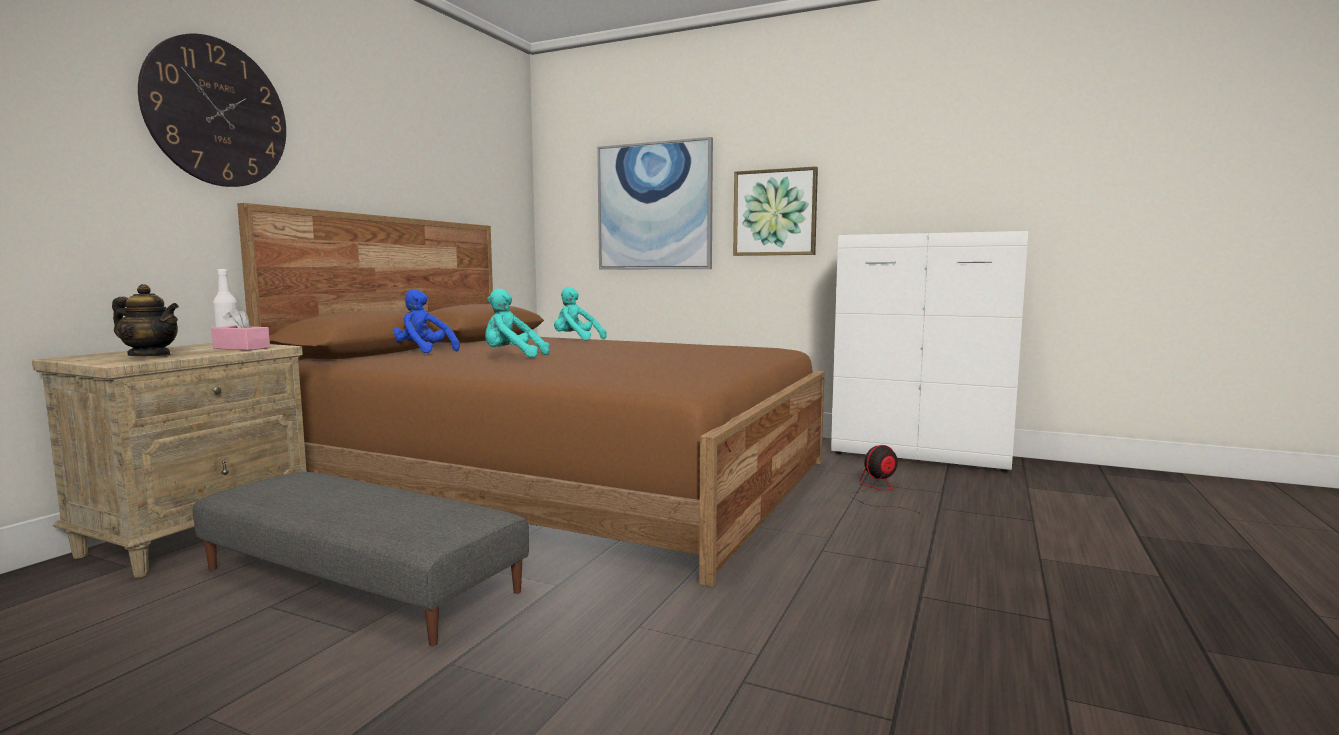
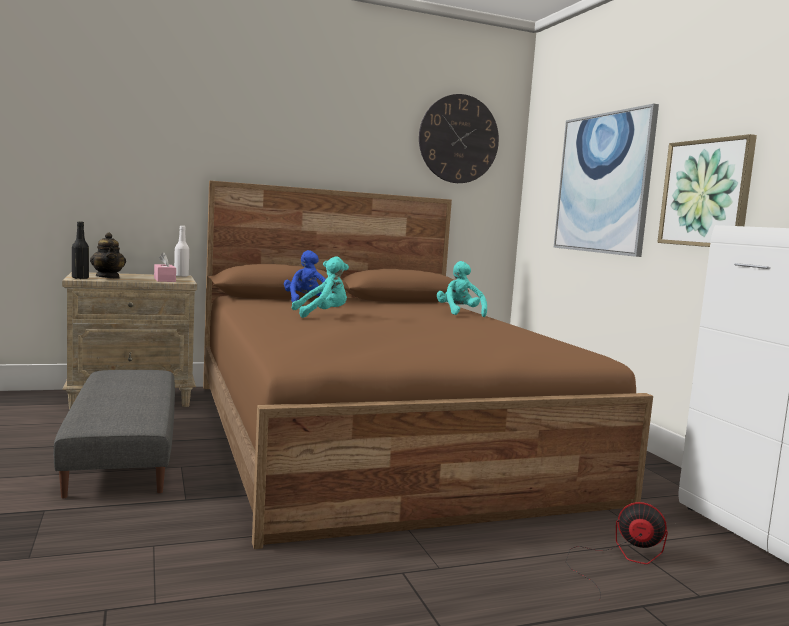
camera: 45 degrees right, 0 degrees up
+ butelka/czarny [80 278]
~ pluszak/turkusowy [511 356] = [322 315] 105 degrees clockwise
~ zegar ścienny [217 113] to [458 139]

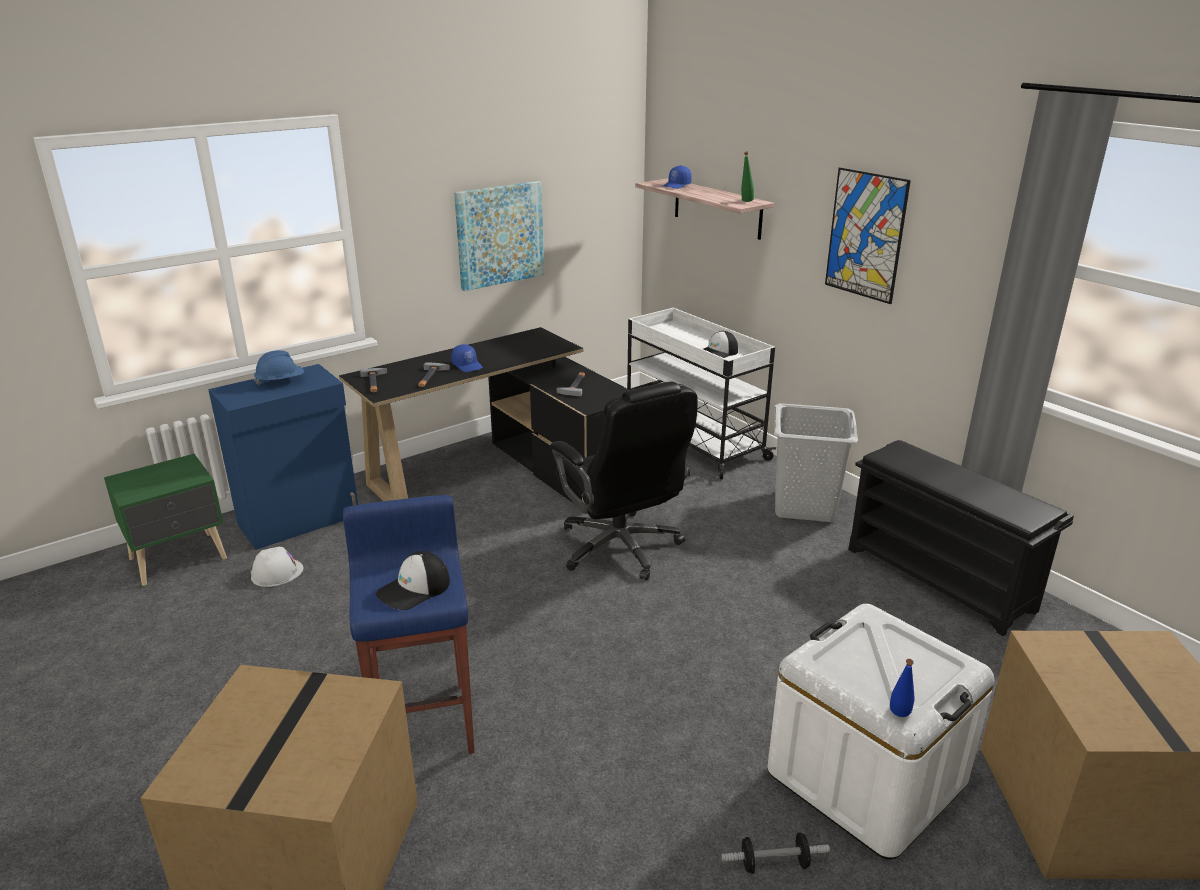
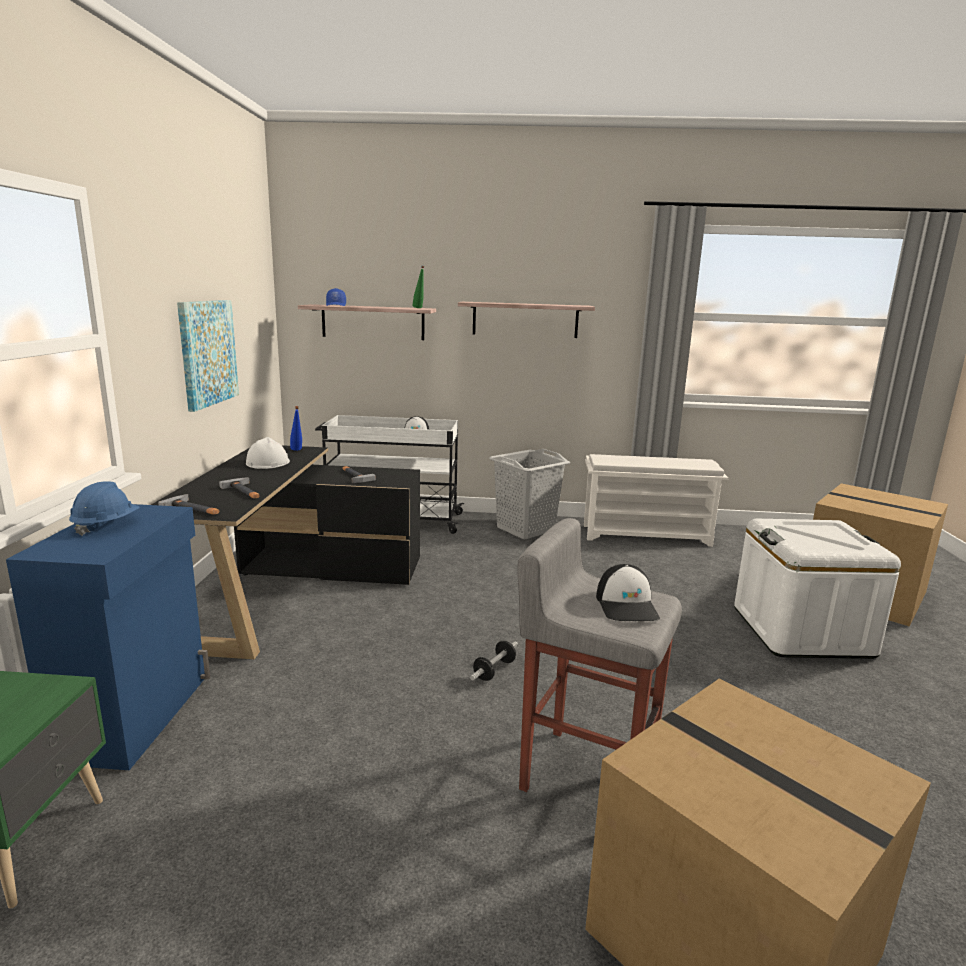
camera: 50 degrees left, 10 degrees down
~ kask/biały [277 572] to [267 462]
~ butelka/niebieski [898 718] to [297 451]
~ obraz [865 235] to półka [525 320]
~ hantel [774 864] to [494 670]
~ stołek/niebieski [425 722] to stołek/szary [586 774]
~ regał na buty/czarny [941 579] to regał na buty/biały [647 535]
- czapka z daszkiem/niebieski [468 365]
- krzesło biurowe/czarny [621 548]

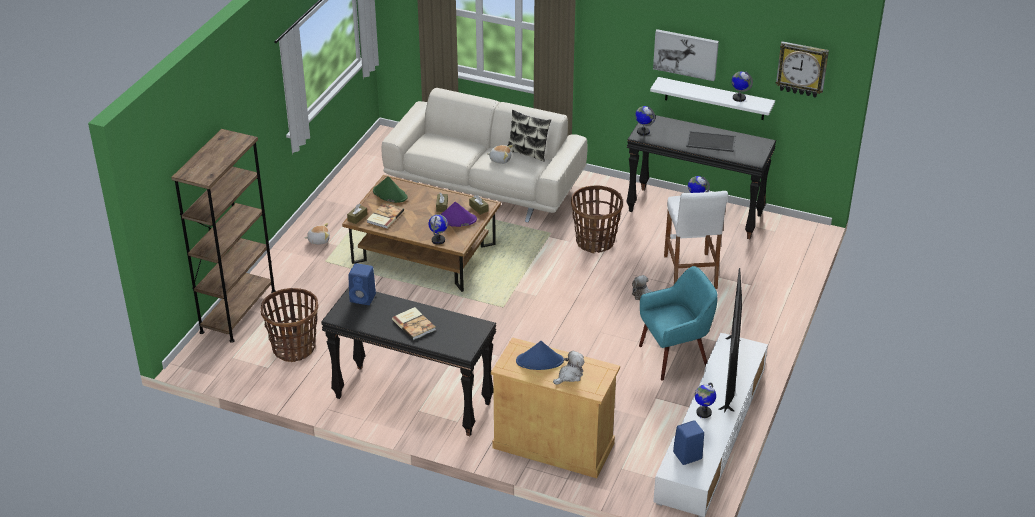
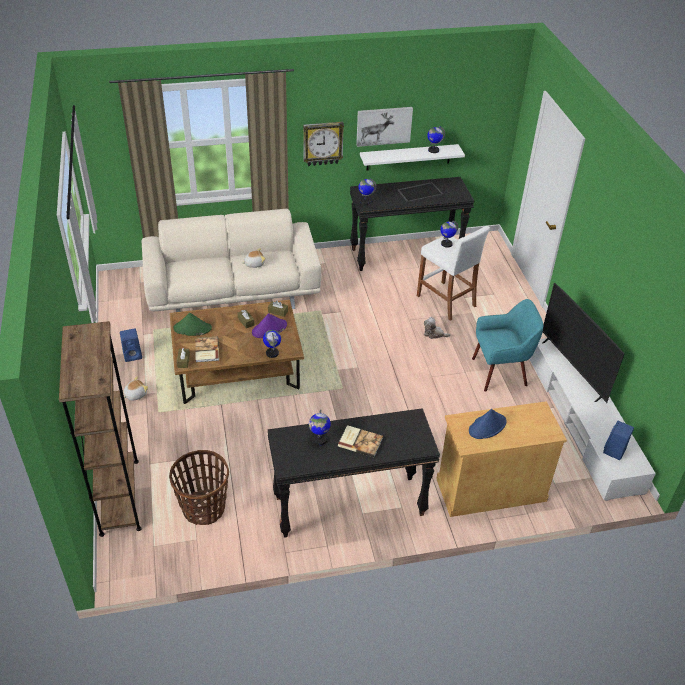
camera: 35 degrees left, 5 degrees up
~ głośnik/niebieski [363 298] to [133 355]
~ zegar ścienny [802 69] to [322 143]
~ globus [703 412] to [319 439]
~ fotel/turkusowy [674 356] = [500 372] 45 degrees clockwise
- poduszka [528 152]
- pluszak [569 375]
- koszyk [595 241]

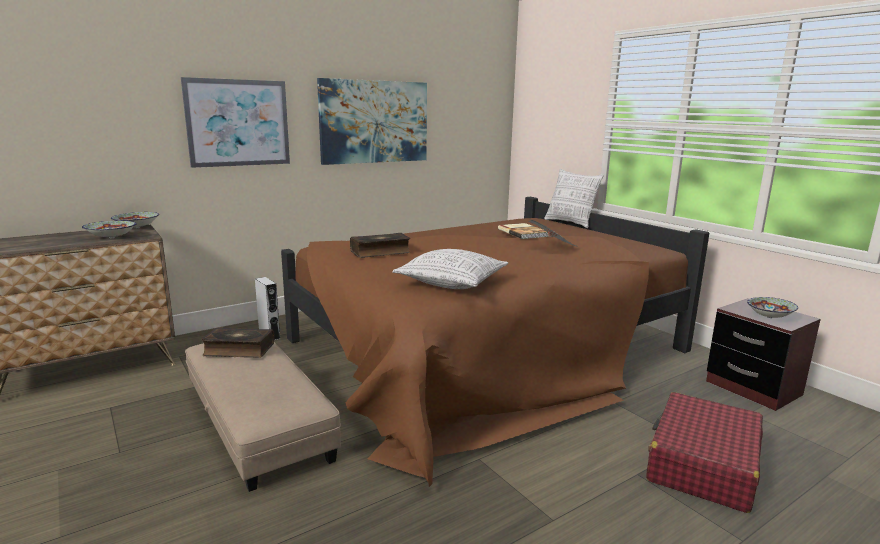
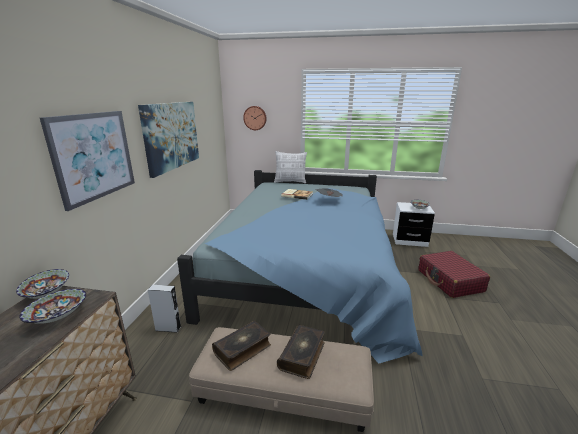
camera: 45 degrees left, 5 degrees up
~ łóżko/brązowy [486 351] to łóżko/niebieski [307 270]
+ zegar ścienny [255 118]
~ książka [380 252] to [303 355]
~ szafka nocna/brązowy [753 388] to szafka nocna/biały [409 240]
- poduszka [452 282]

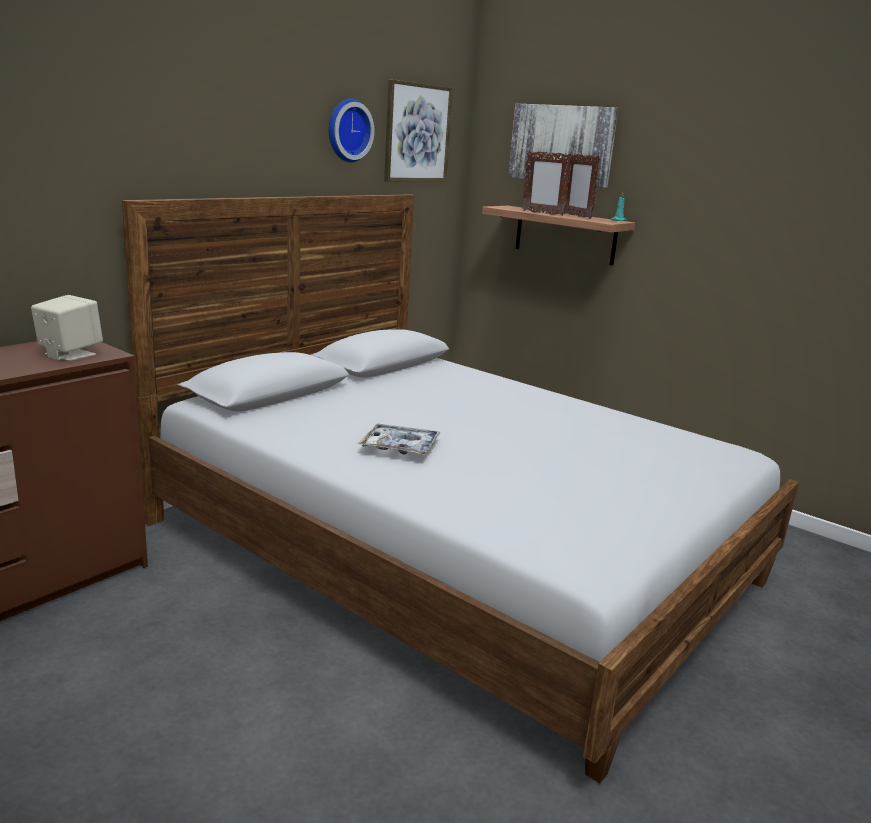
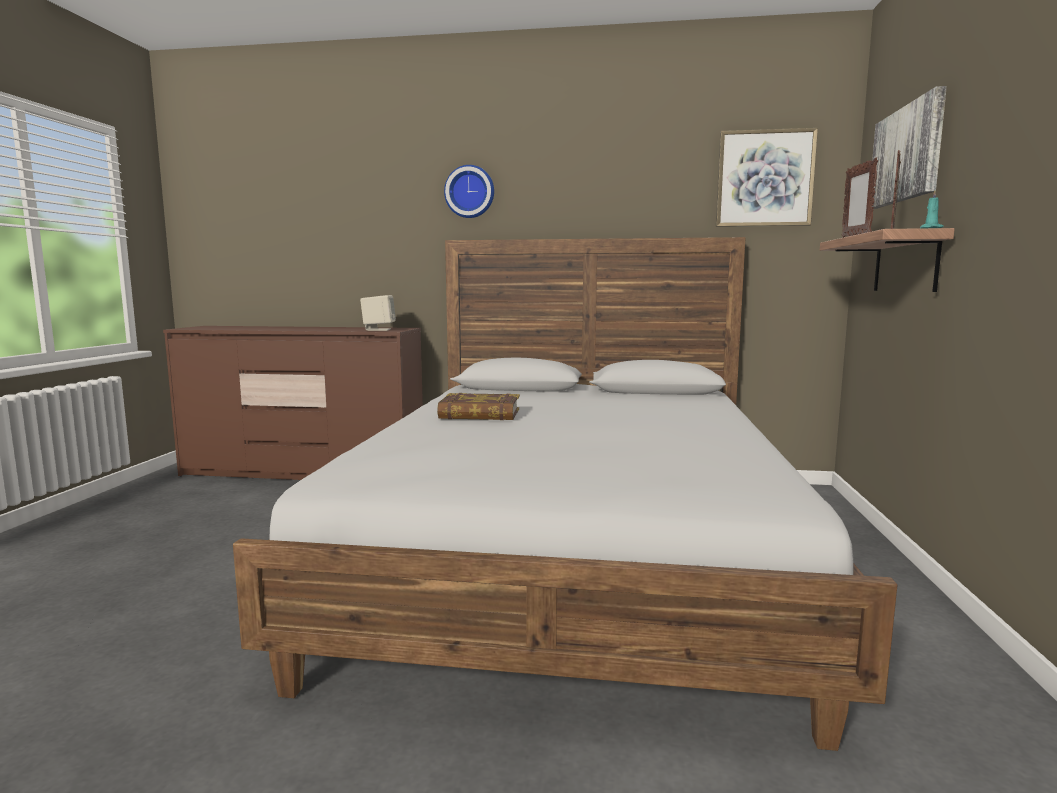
camera: 60 degrees right, 10 degrees down
~ taca [400 447] to książka [479 414]
~ zegar ścienny [347 130] to [470 192]

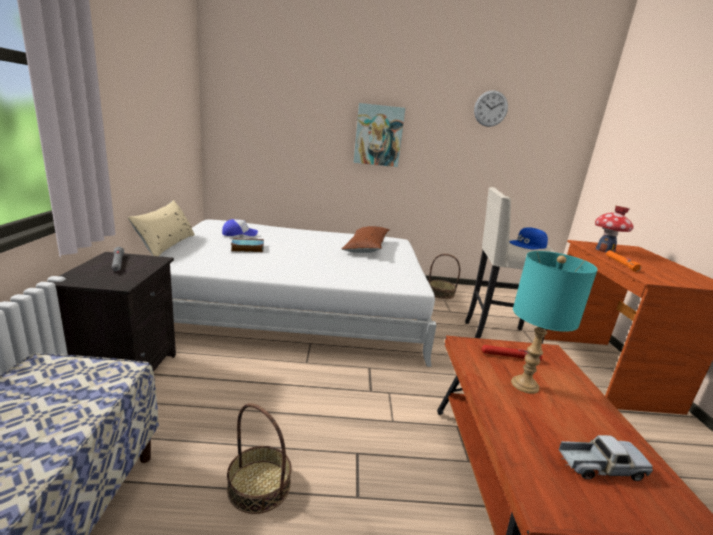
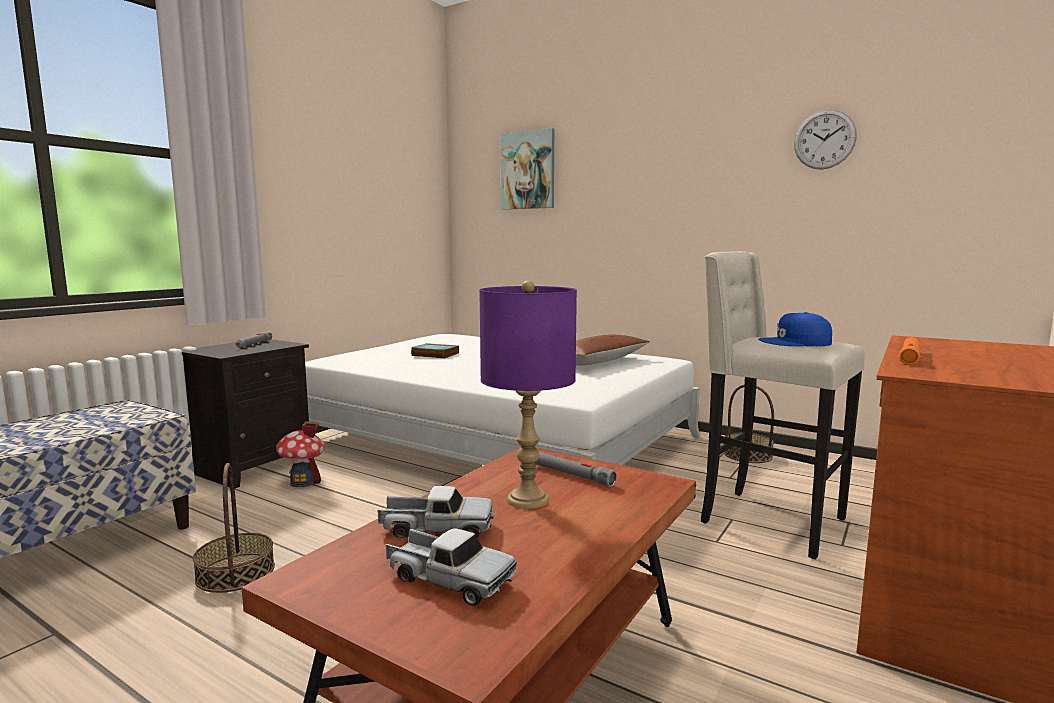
camera: 35 degrees right, 10 degrees down
~ domek [605 250] to [303 482]
+ ciężarówka zabawkowa [437 529]
~ lampa stołowa/turkusowy [525 384] to lampa stołowa/fioletowy [528 499]
~ obraz [378 135] to [528 170]
~ latarka/czerwony [510 357] to latarka/szary [572 475]
- poduszka/beżowy [166 245]
- czapka z daszkiem [239 234]

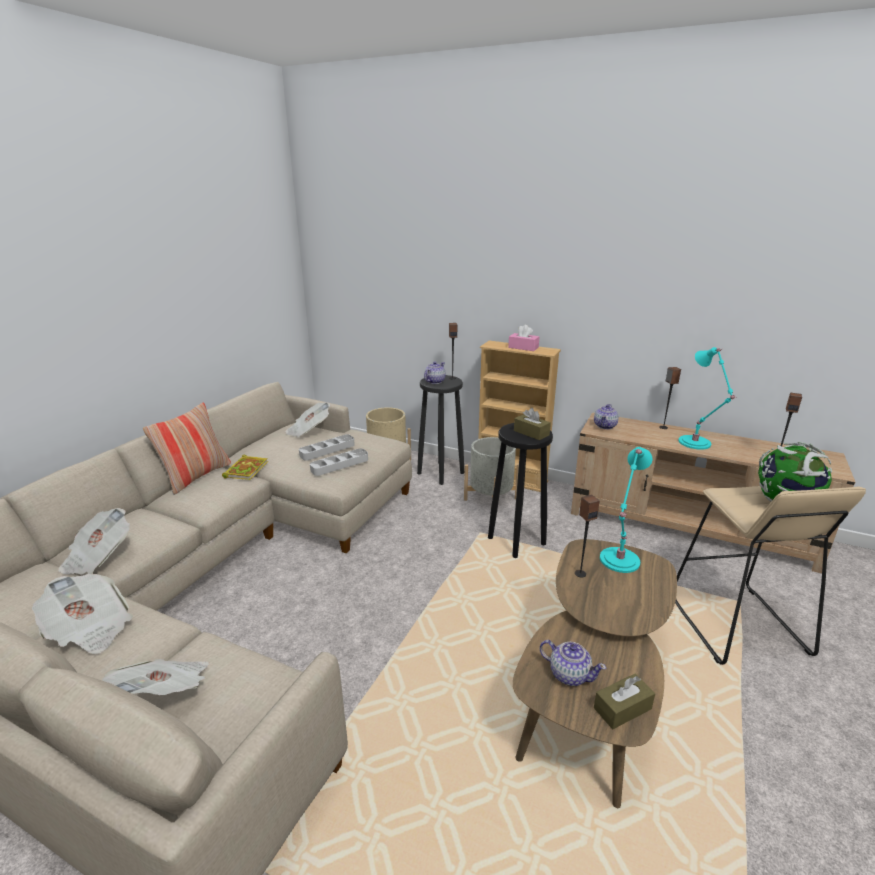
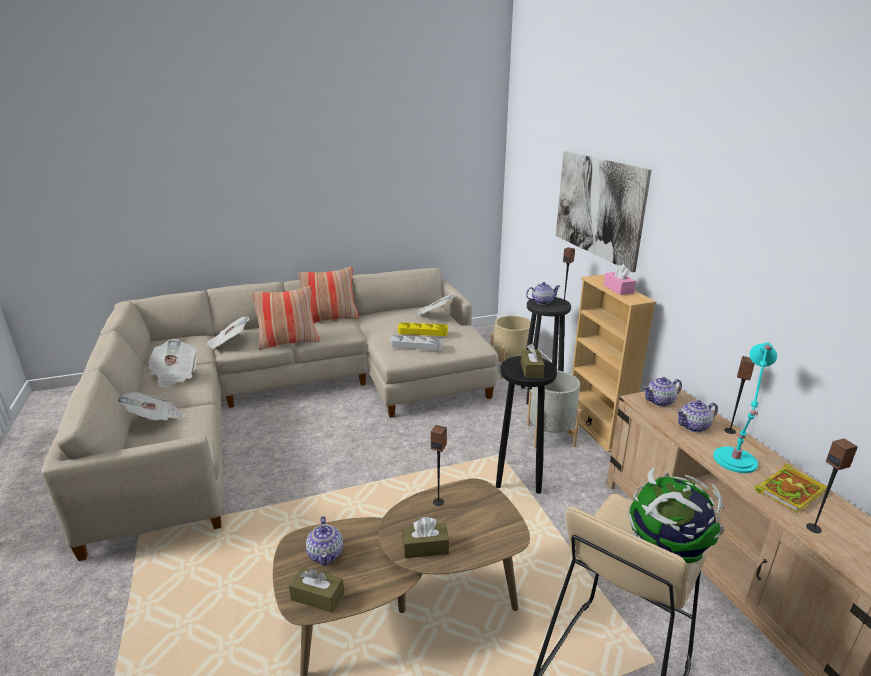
camera: 45 degrees right, 0 degrees up
+ poduszka [288 342]
~ taca/szary [327 450] to taca/żółty [422 332]
+ pudełko chusteczek/brązowy [425 547]
+ obraz [598 207]
+ imbryk [694 426]
~ książka [246 469] to [790 490]
- lampa stołowa/turkusowy [618 562]

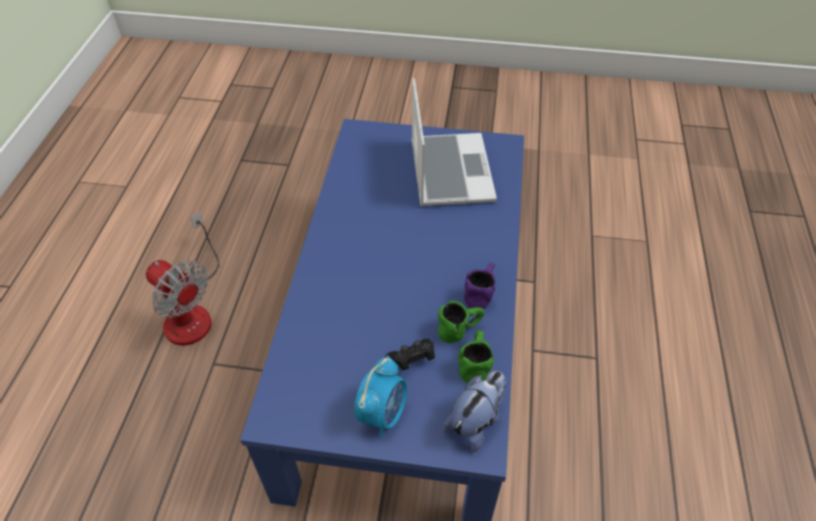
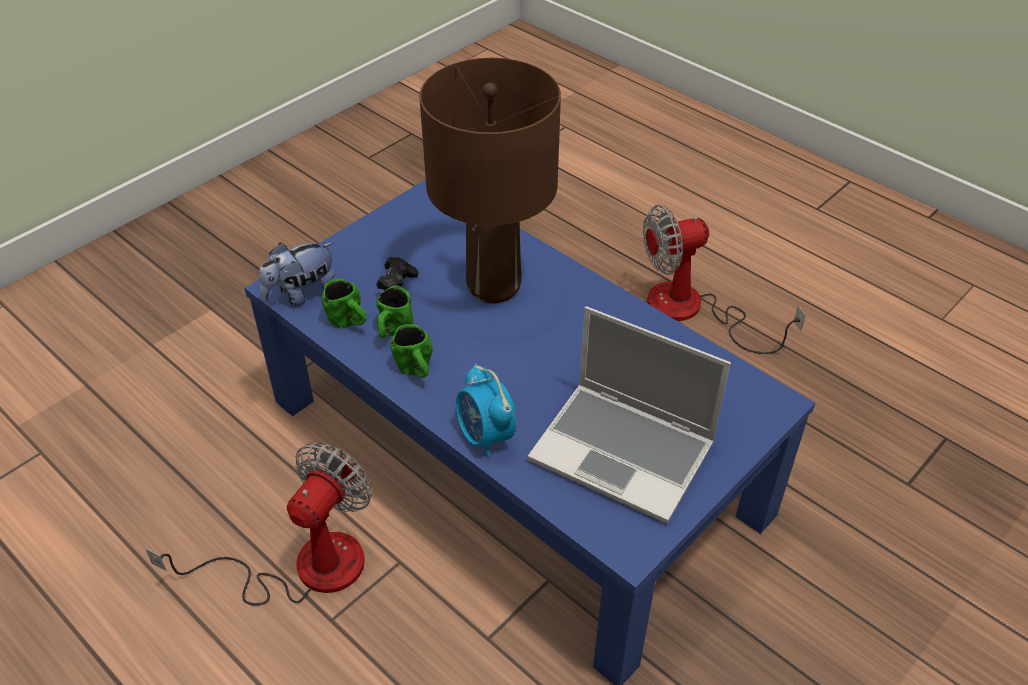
camera: 125 degrees right, 5 degrees down
+ wentylator [304 567]
~ pluszak [476 421] = [302 295] 75 degrees clockwise
~ kubek/fioletowy [480 293] to kubek/zielony [417 371]
+ lampa stołowa/brązowy [494 285]
~ budzik [383 413] to [485 436]

